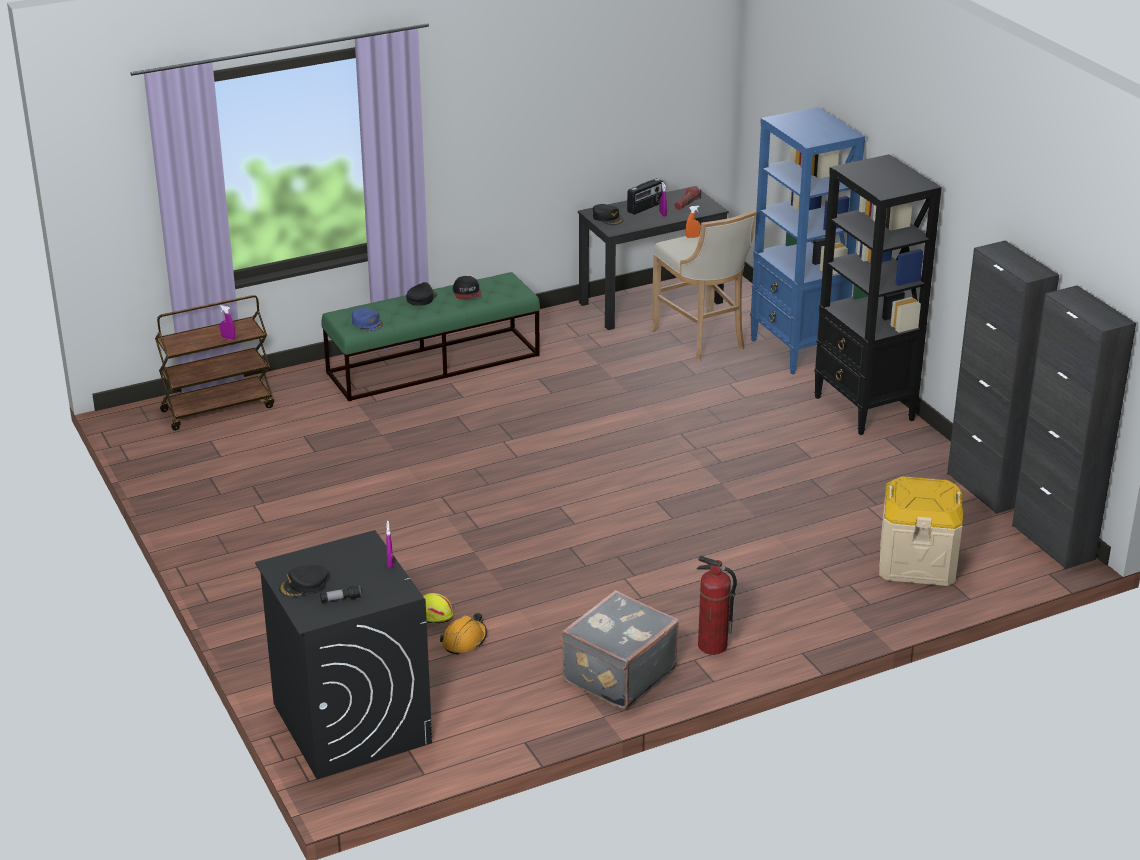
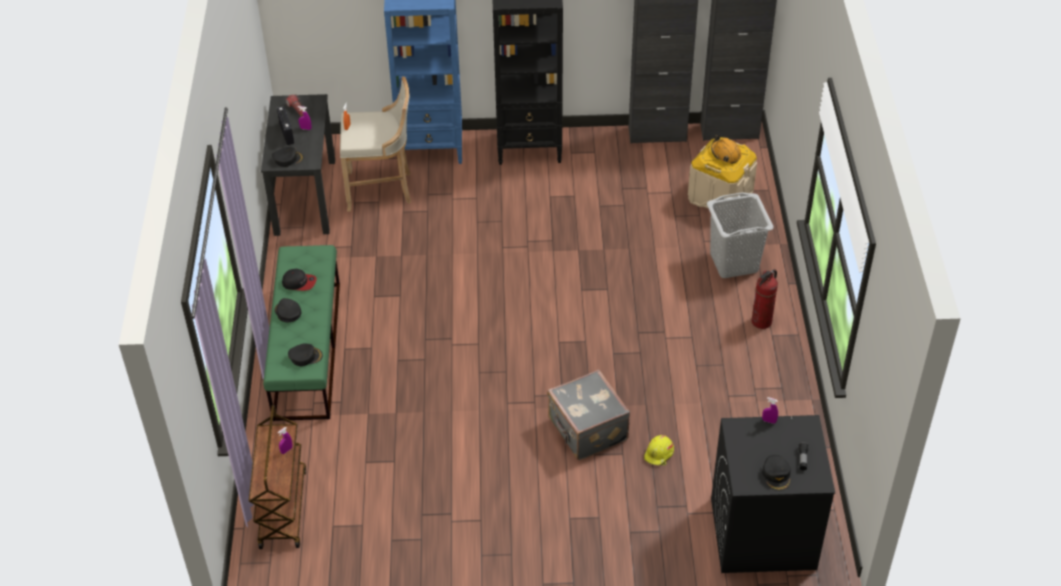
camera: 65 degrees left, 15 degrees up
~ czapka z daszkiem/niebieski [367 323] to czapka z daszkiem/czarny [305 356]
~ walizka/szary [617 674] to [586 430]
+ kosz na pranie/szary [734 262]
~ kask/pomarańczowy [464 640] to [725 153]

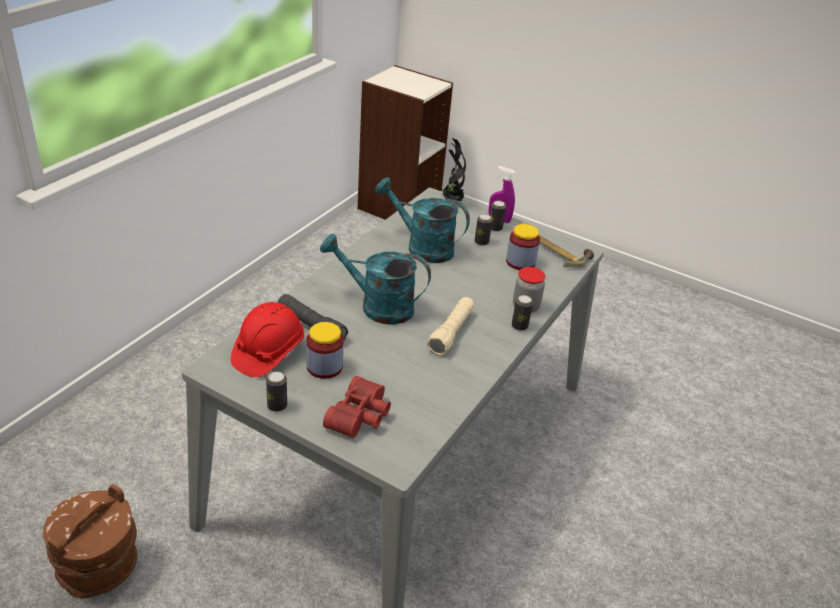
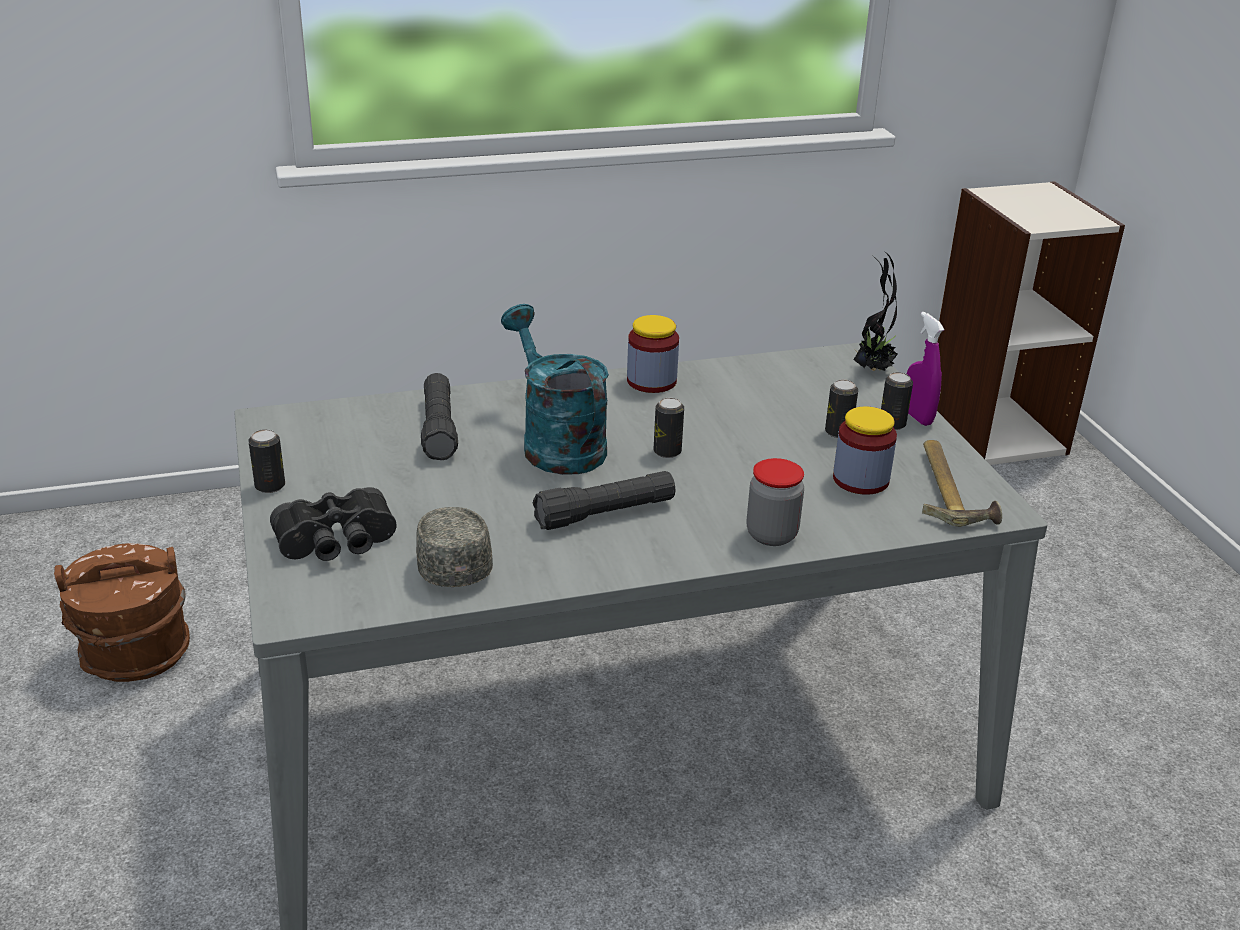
camera: 45 degrees right, 5 degrees down
~ lornetka/czerwony [361 416] to lornetka/czarny [337 544]
+ czapka z daszkiem/szary [452 562]
~ latarka/beżowy [451 332] to latarka/czarny [605 514]
~ słoik [324 367] to [651 381]
~ puszka [519 326] to [667 452]
- kask/czerwony [268 352]
- konewka/turkusowy [422 247]

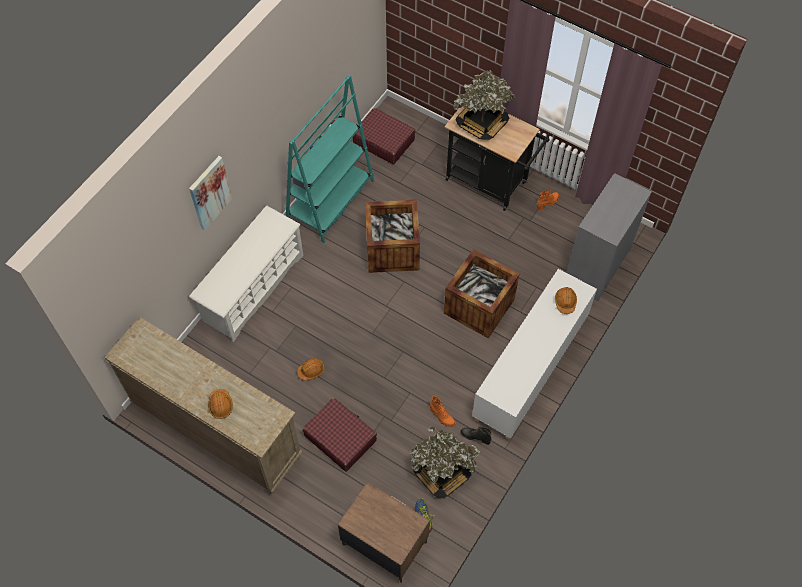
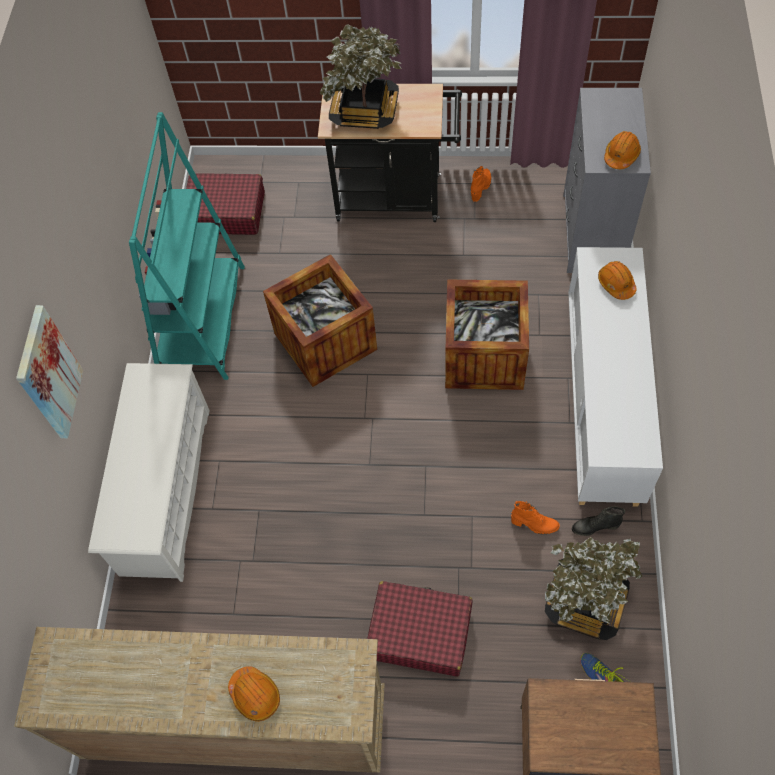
camera: 25 degrees left, 0 degrees up
~ kask/pomarańczowy [311 370] to [621 155]

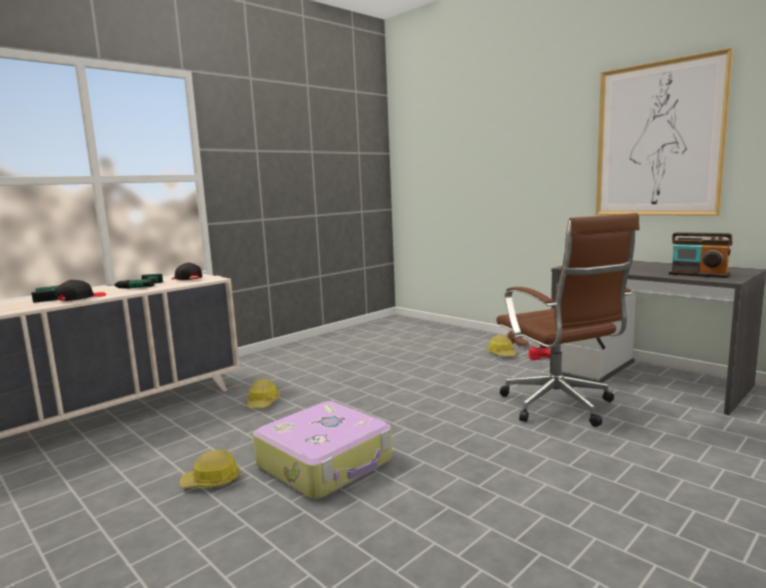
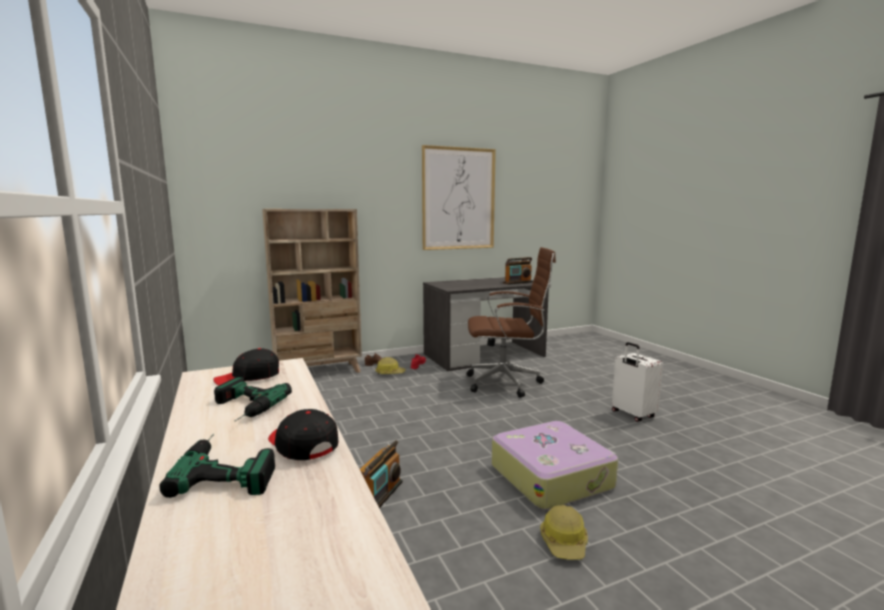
camera: 70 degrees left, 0 degrees up
+ regał/beżowy [319 372]
~ kask [263 403] to radio [381 495]
+ walizka/biały [632 415]

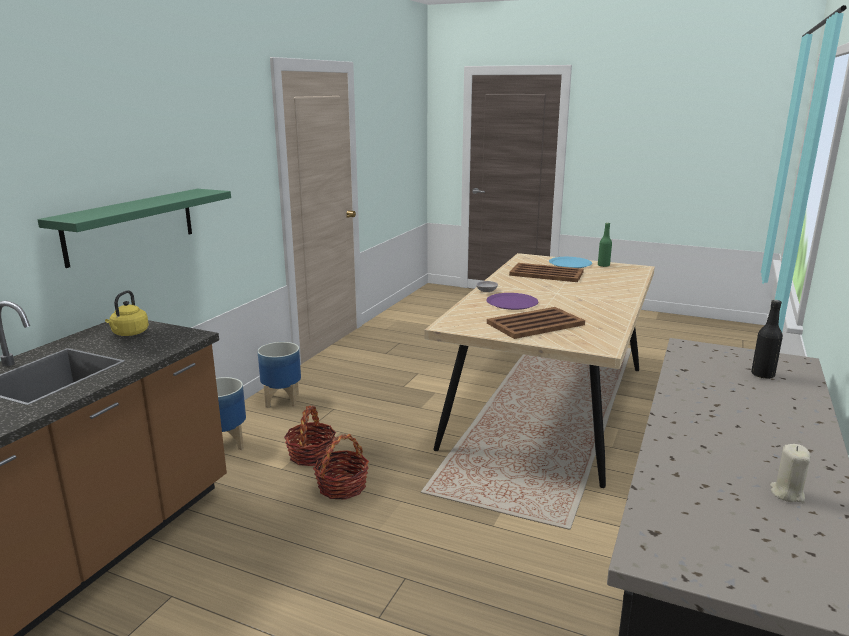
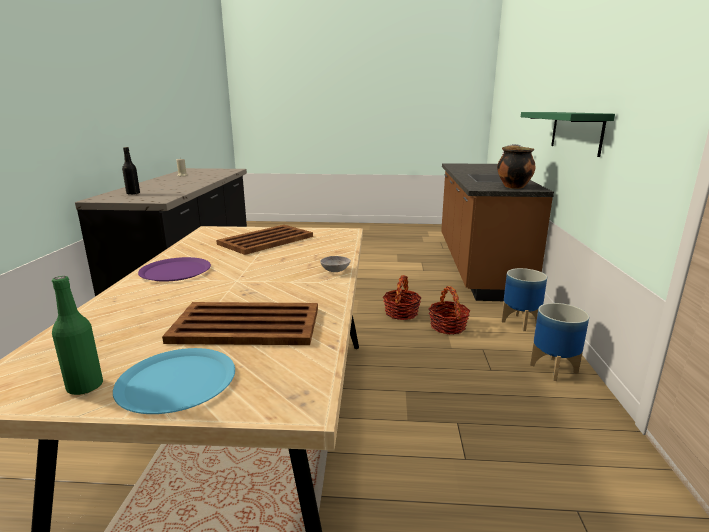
camera: 160 degrees right, 0 degrees up
~ talerz/fioletowy [512 302] to [175 271]
~ czajnik/żółty [129 333] to garnek [513 187]

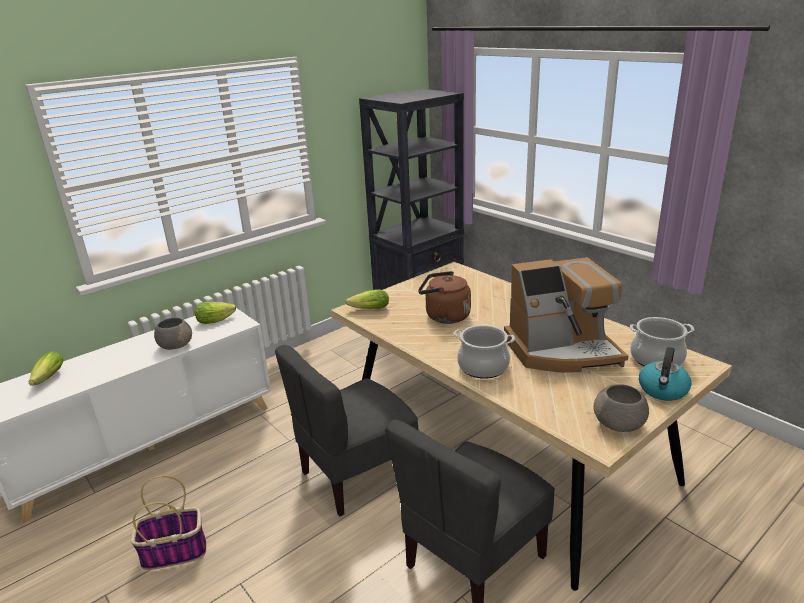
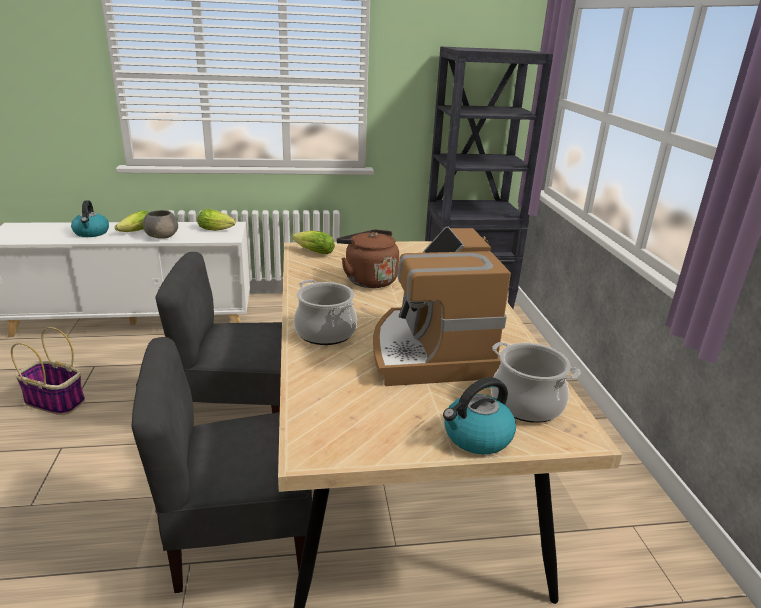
camera: 30 degrees right, 0 degrees up
+ czajnik [91 233]
~ sałata [47 379] to [134 232]
~ ekspres do kawy [562 351] = [429 351] 60 degrees clockwise
- miska/szary [619 424]

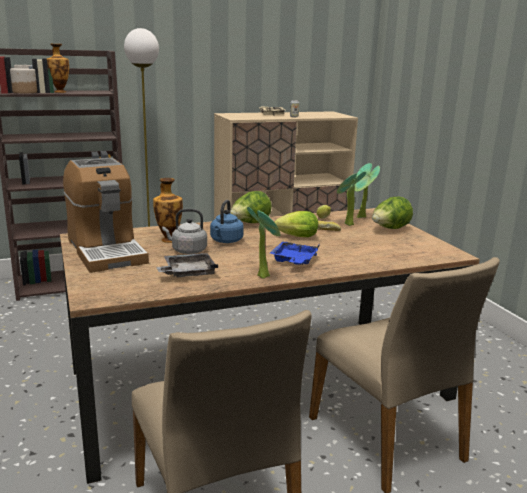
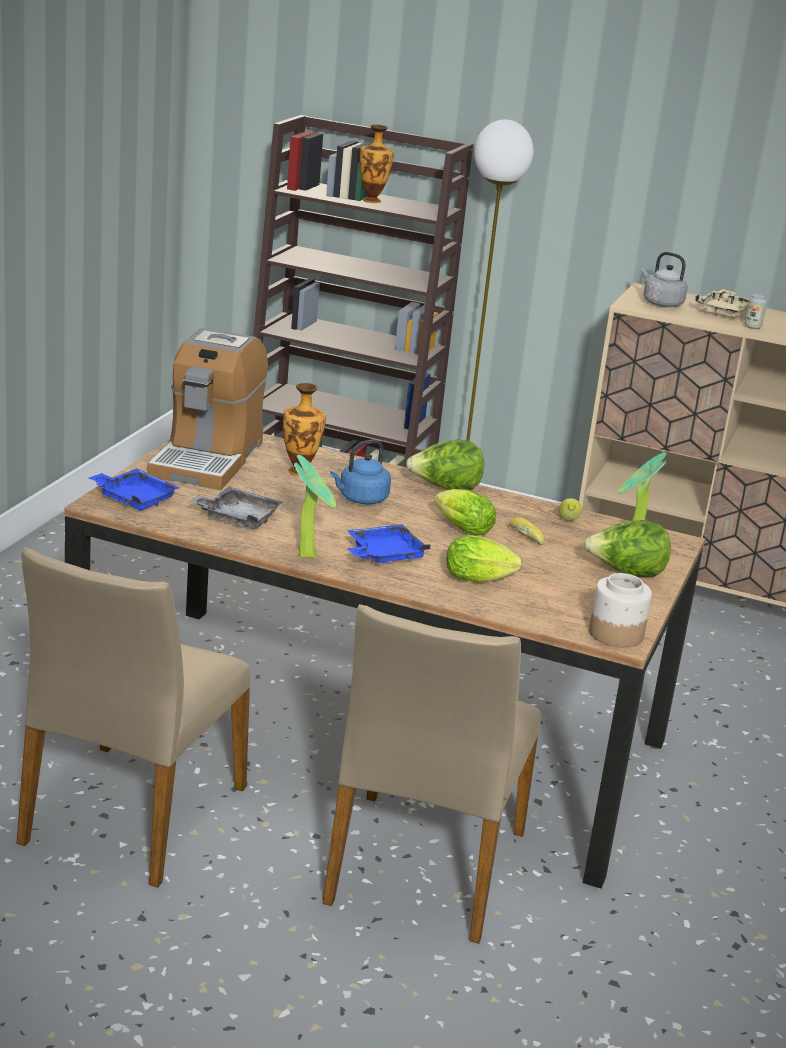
camera: 40 degrees right, 5 degrees up
+ taca/niebieski [134 498]
+ sałata [481 580]
~ słoik [25 92] to [615 634]
~ czajnik/szary [187 251] to [660 303]
- roślina doniczkowa [346 224]

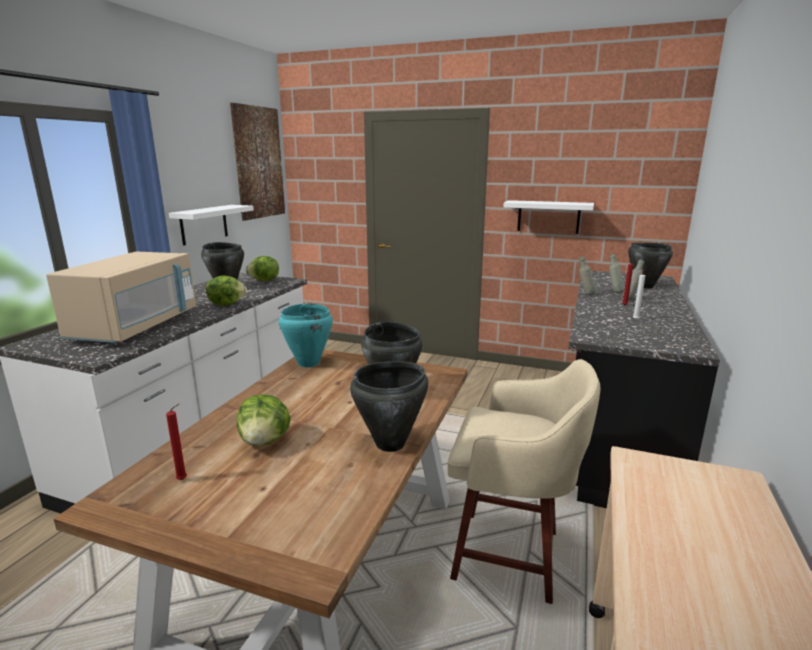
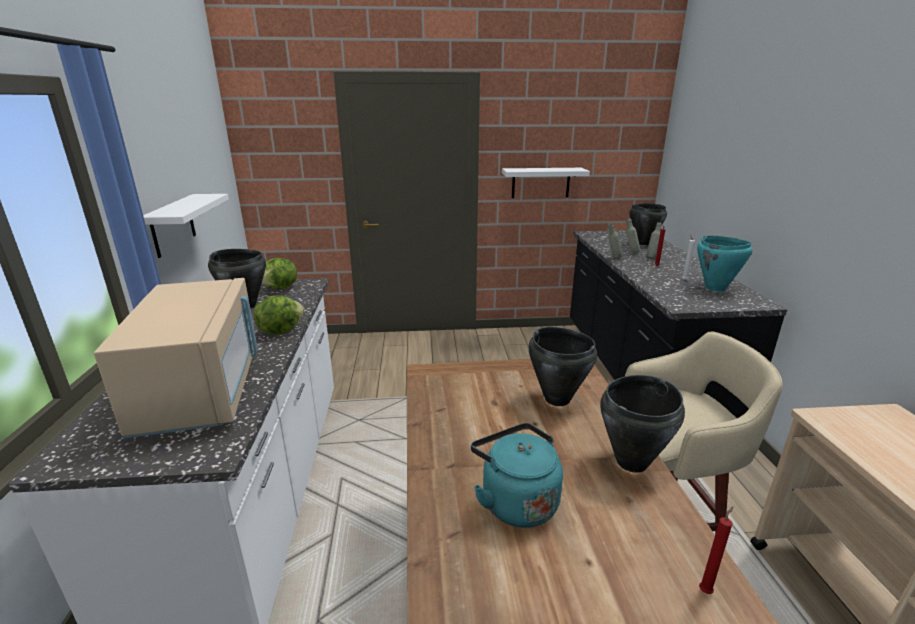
camera: 25 degrees left, 5 degrees up
~ sałata [265 441] to czajnik/turkusowy [515 501]
~ garnek/turkusowy [308 363] to [715 288]
~ świeca/czerwony [184 479] to [706 590]
- obraz [258 163]

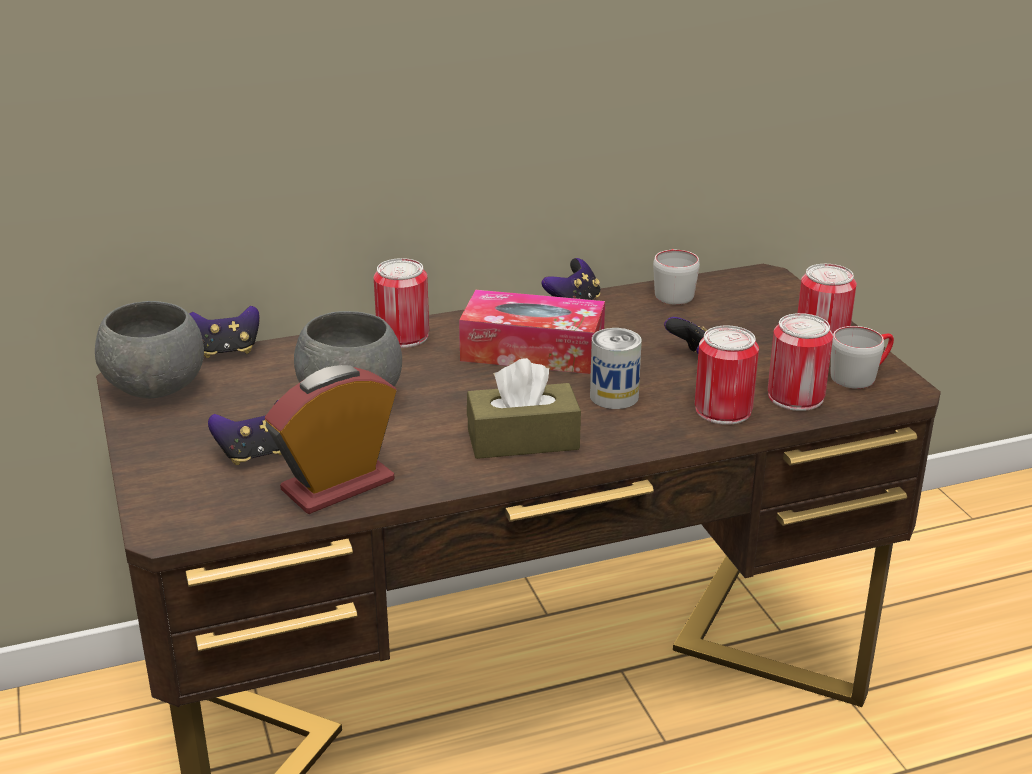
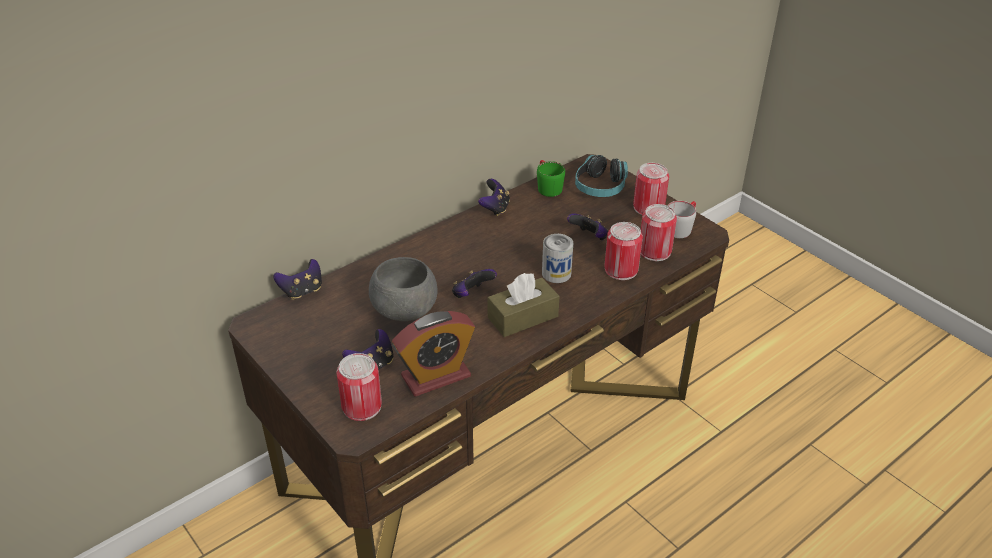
camera: 20 degrees left, 10 degrees up
~ puszka [403 336] to [361 406]
~ budzik [338 486] = [436 376] 150 degrees counterclockwise
+ pad do gier [472 294]
~ kubek/szary [672 291] to kubek/zielony [547 186]
+ słuchawki [600 187]
- miska/szary [154 390]
- pudełko chusteczek [532 351]

